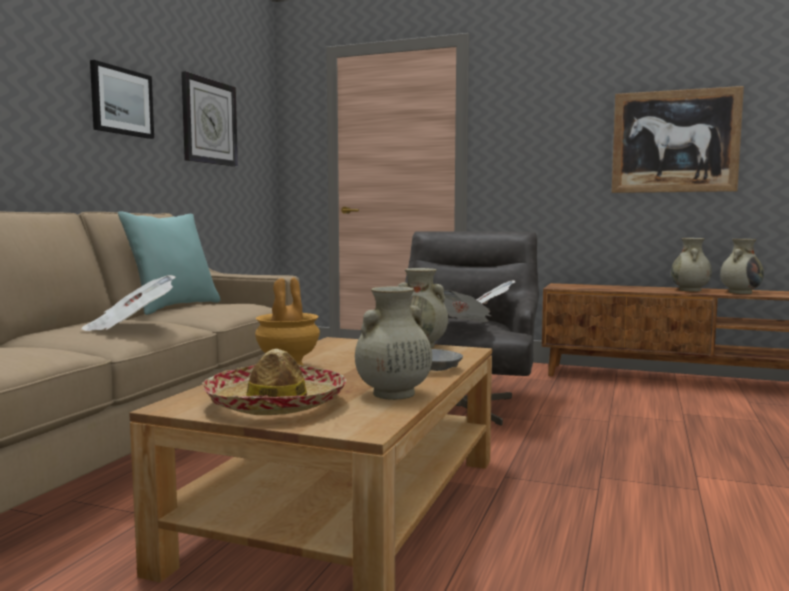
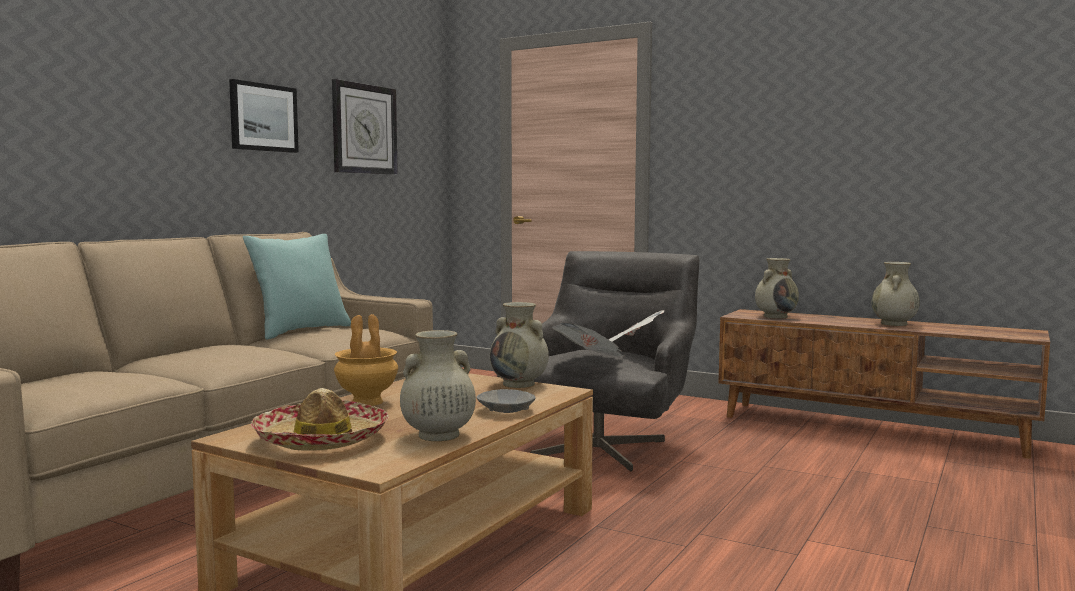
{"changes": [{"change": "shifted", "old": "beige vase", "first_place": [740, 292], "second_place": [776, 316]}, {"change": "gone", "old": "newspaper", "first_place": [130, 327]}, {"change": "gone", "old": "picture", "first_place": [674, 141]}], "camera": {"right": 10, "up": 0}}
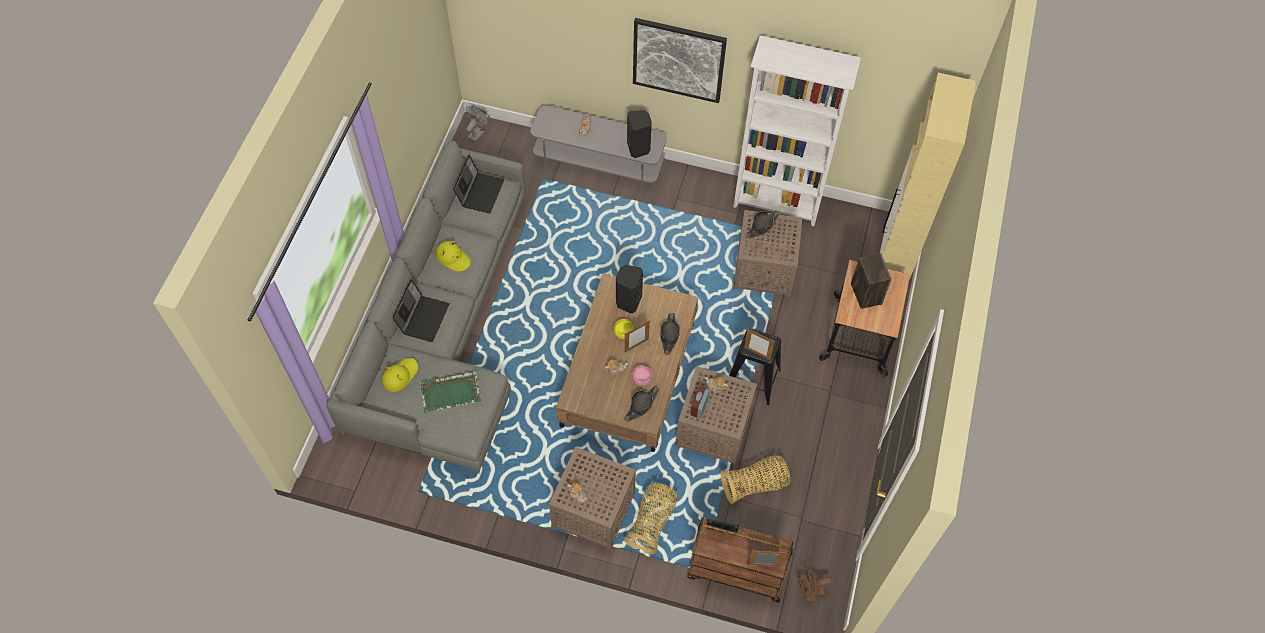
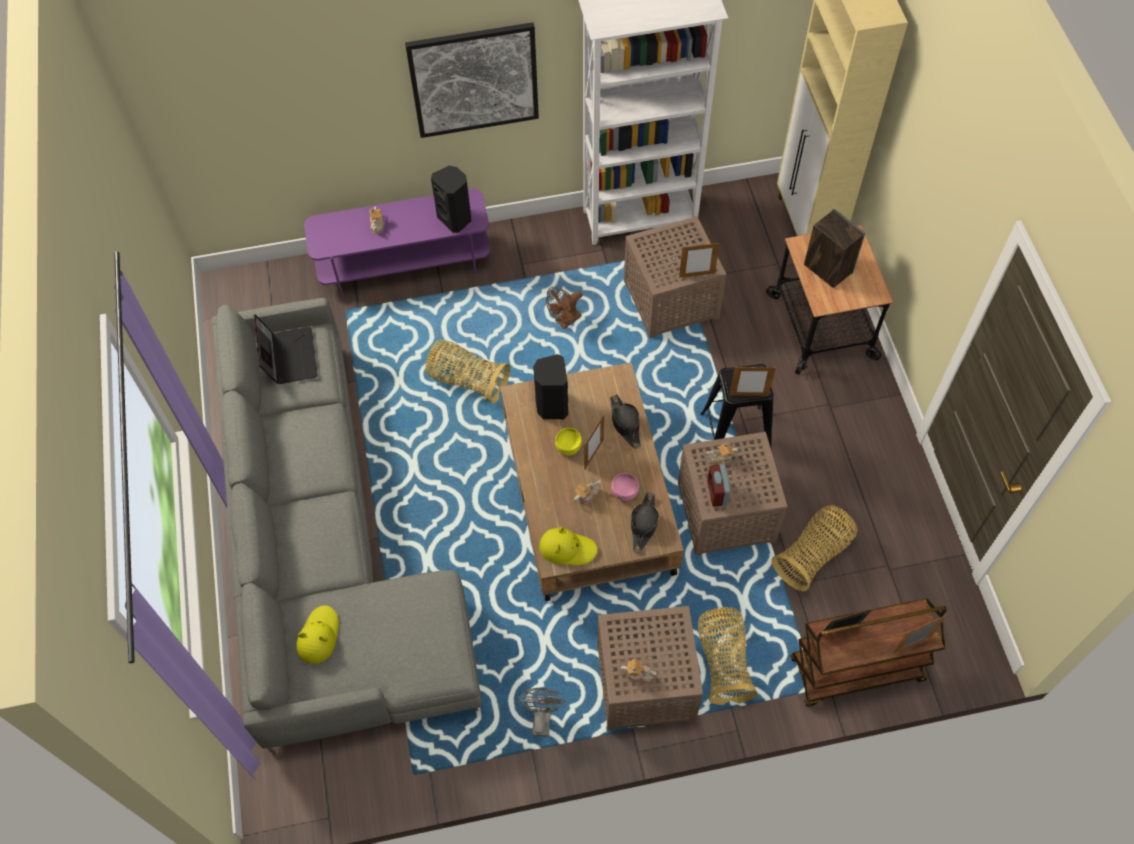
{"changes": [{"change": "repainted", "old": "grey tv stand", "new": "purple tv stand", "first_place": [599, 164], "second_place": [405, 263]}, {"change": "new", "new": "basket", "second_place": [467, 380]}, {"change": "shifted", "old": "grey fan", "first_place": [478, 132], "second_place": [541, 717]}, {"change": "shifted", "old": "yellow hat", "first_place": [453, 258], "second_place": [567, 548]}, {"change": "shifted", "old": "brown fan", "first_place": [809, 592], "second_place": [565, 321]}, {"change": "new", "new": "picture frame", "second_place": [697, 275]}, {"change": "gone", "old": "laptop", "first_place": [423, 317]}, {"change": "gone", "old": "green tray", "first_place": [451, 392]}, {"change": "gone", "old": "black hat", "first_place": [762, 226]}], "camera": {"right": -25, "up": 0}}
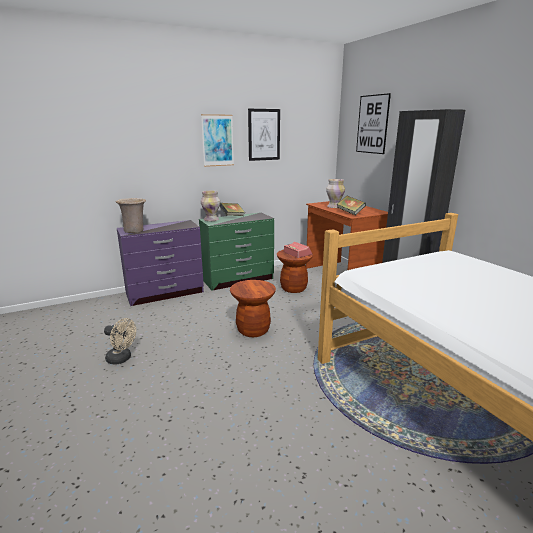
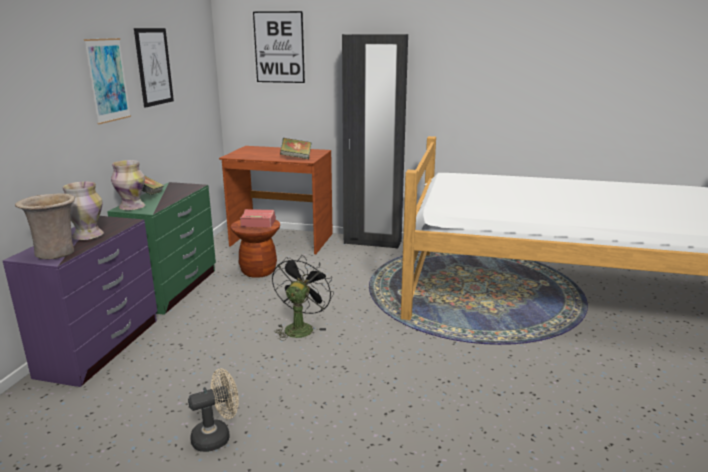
{"changes": [{"change": "shifted", "old": "vase", "first_place": [334, 207], "second_place": [87, 236]}, {"change": "swapped", "old": "brown stool", "new": "black fan", "first_place": [253, 330], "second_place": [300, 327]}], "camera": {"right": -50, "up": 0}}
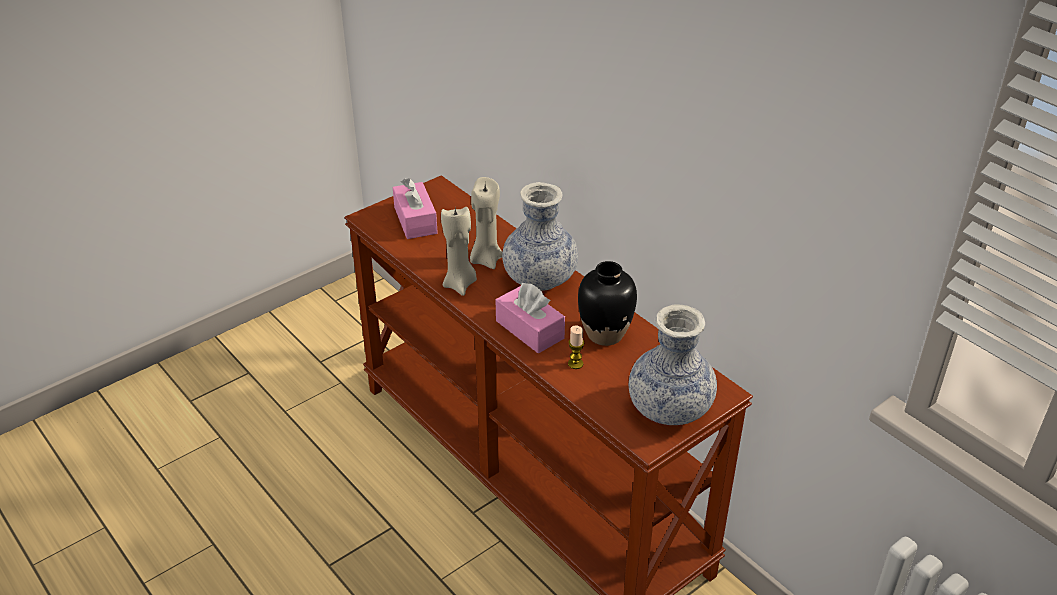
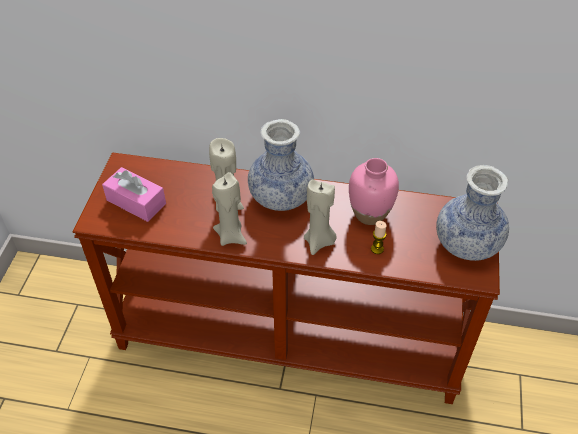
{"changes": [{"change": "swapped", "old": "pink tissue box", "new": "beige candle", "first_place": [529, 329], "second_place": [319, 242]}, {"change": "repainted", "old": "black vase", "new": "pink vase", "first_place": [605, 334], "second_place": [369, 214]}], "camera": {"right": -40, "up": 10}}
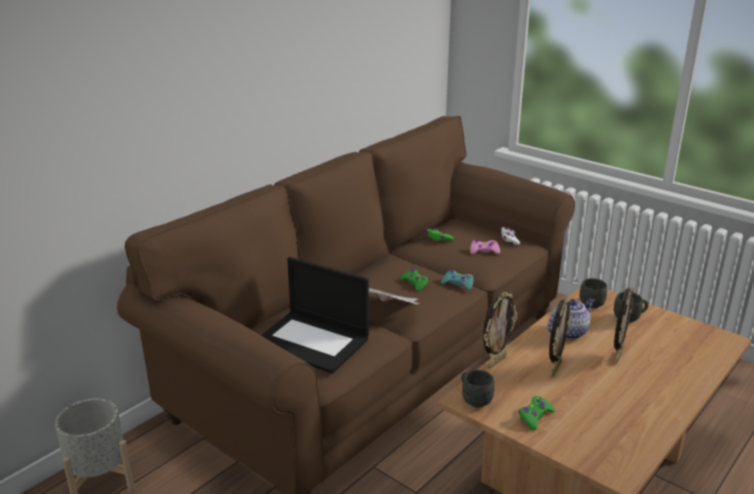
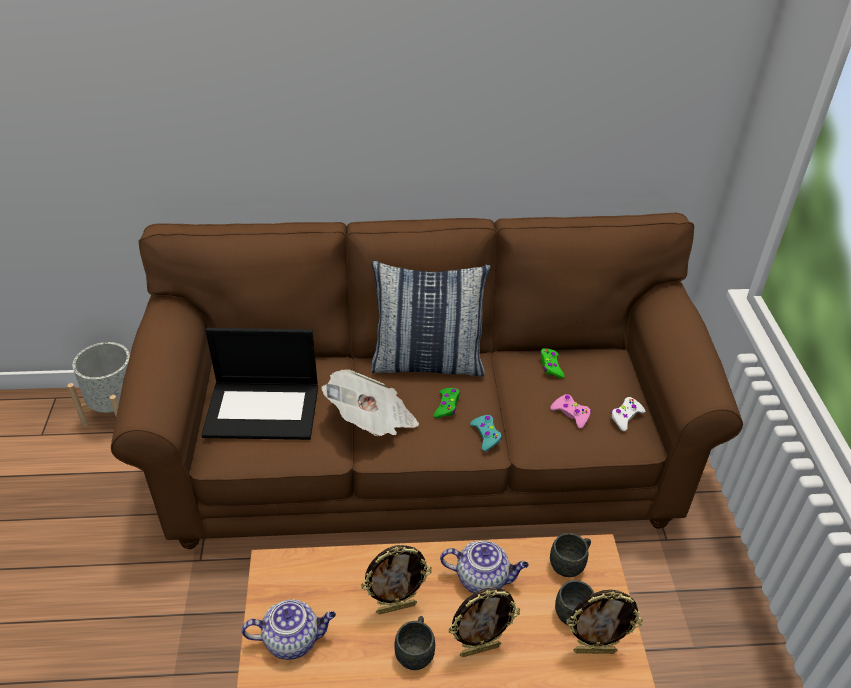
{"changes": [{"change": "rotated", "old": "laptop", "first_place": [313, 341], "second_place": [263, 409], "degrees": -75}, {"change": "swapped", "old": "green game controller", "new": "teapot", "first_place": [535, 416], "second_place": [293, 639]}, {"change": "new", "new": "pillow", "second_place": [428, 363]}, {"change": "shifted", "old": "grey mug", "first_place": [474, 399], "second_place": [416, 651]}, {"change": "shifted", "old": "picture frame", "first_place": [495, 362], "second_place": [594, 650]}], "camera": {"right": 45, "up": 15}}
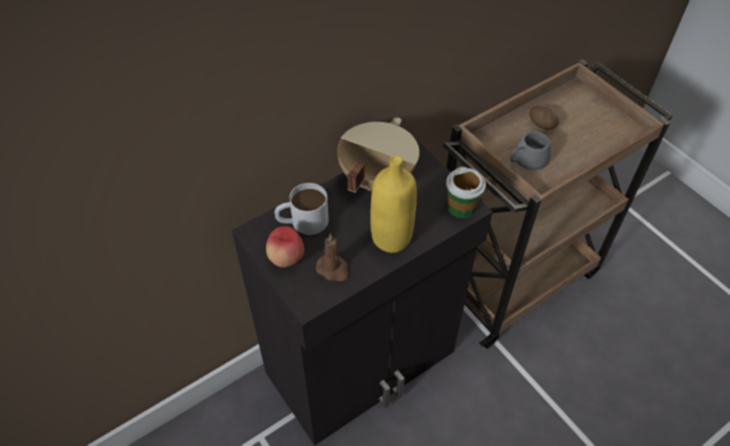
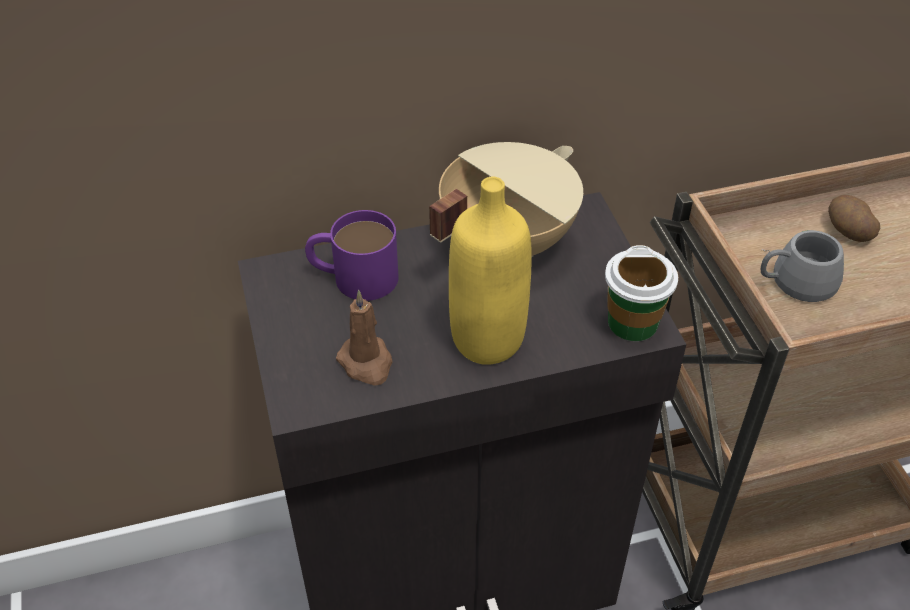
{"changes": [{"change": "repainted", "old": "white mug", "new": "purple mug", "first_place": [302, 221], "second_place": [353, 276]}, {"change": "gone", "old": "apple", "first_place": [286, 259]}], "camera": {"right": 20, "up": -5}}
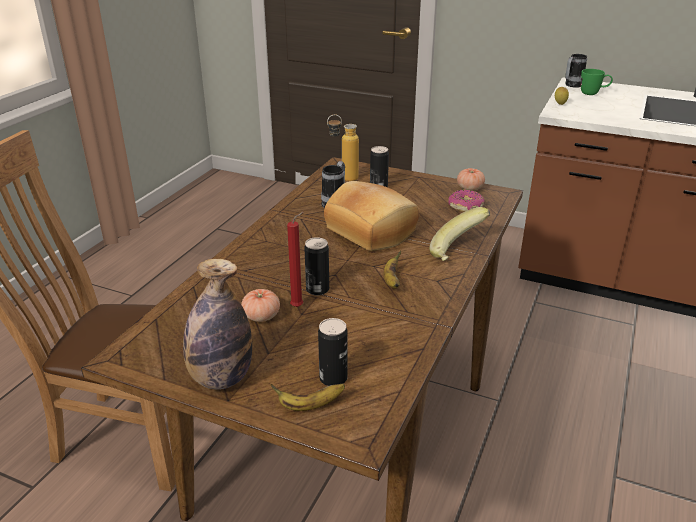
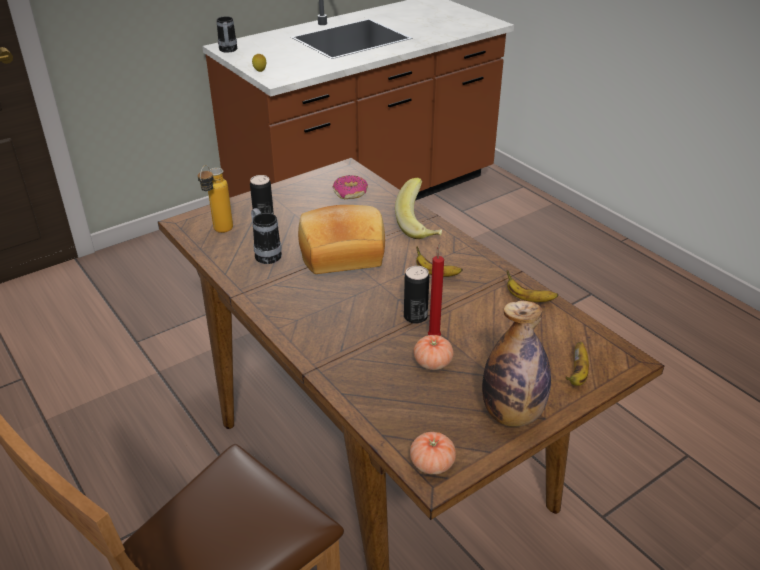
{"changes": [{"change": "shifted", "old": "tomato", "first_place": [470, 188], "second_place": [432, 464]}, {"change": "new", "new": "banana", "second_place": [528, 298]}, {"change": "gone", "old": "can", "first_place": [333, 378]}, {"change": "gone", "old": "green mug", "first_place": [593, 94]}], "camera": {"right": -60, "up": 5}}
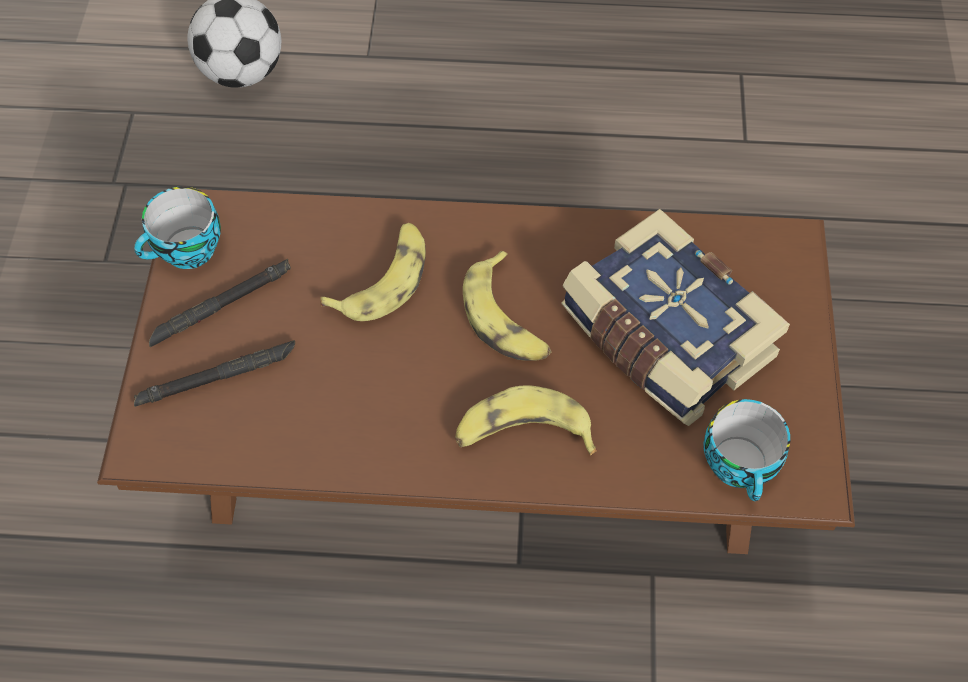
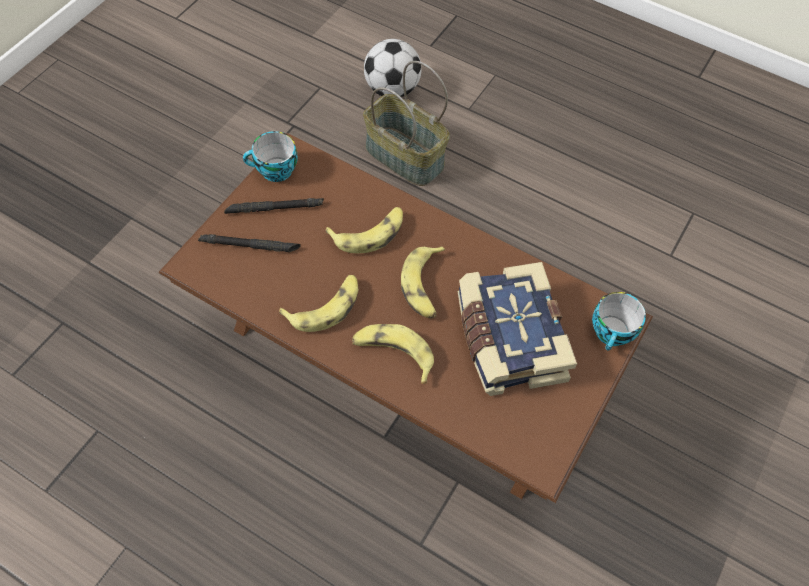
{"changes": [{"change": "new", "new": "banana", "second_place": [325, 307]}, {"change": "new", "new": "basket", "second_place": [403, 157]}, {"change": "shifted", "old": "cup", "first_place": [741, 466], "second_place": [612, 334]}], "camera": {"right": 25, "up": 0}}
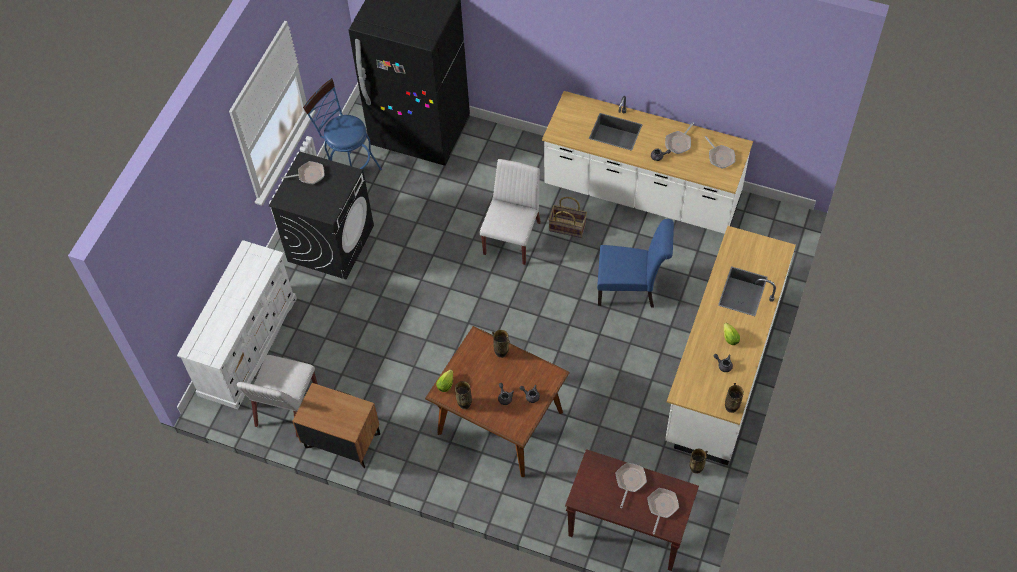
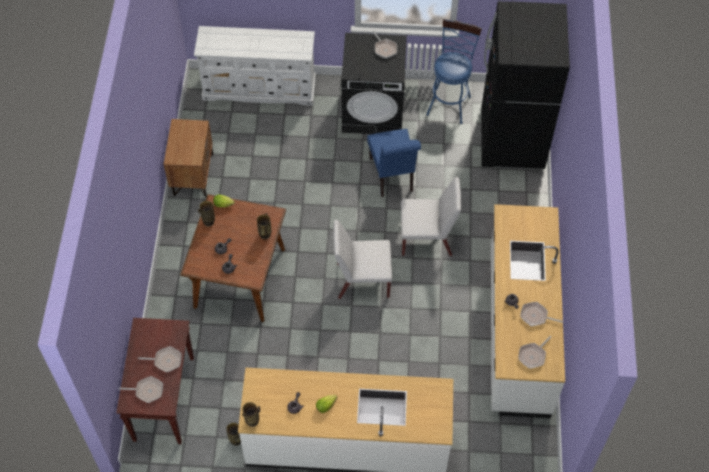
{"changes": [{"change": "shifted", "old": "white chair", "first_place": [286, 408], "second_place": [362, 280]}, {"change": "shifted", "old": "blue chair", "first_place": [631, 290], "second_place": [392, 177]}, {"change": "gone", "old": "basket", "first_place": [567, 227]}], "camera": {"right": 70, "up": 0}}
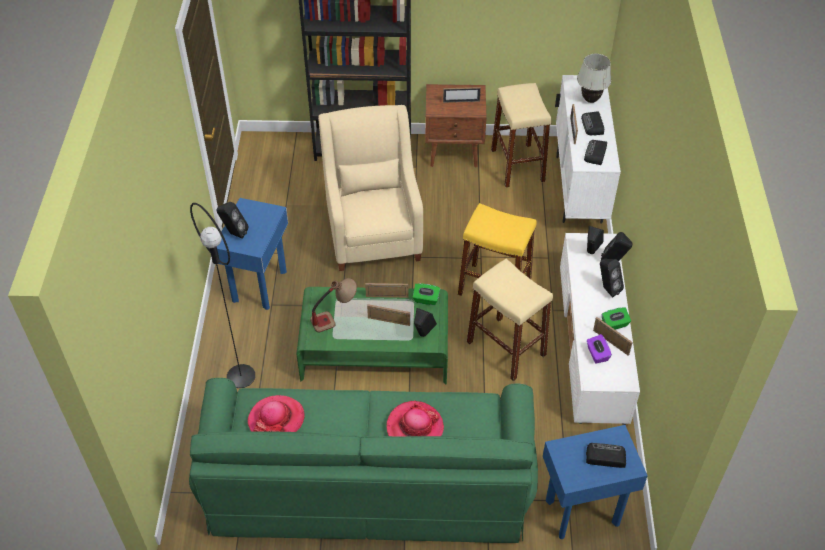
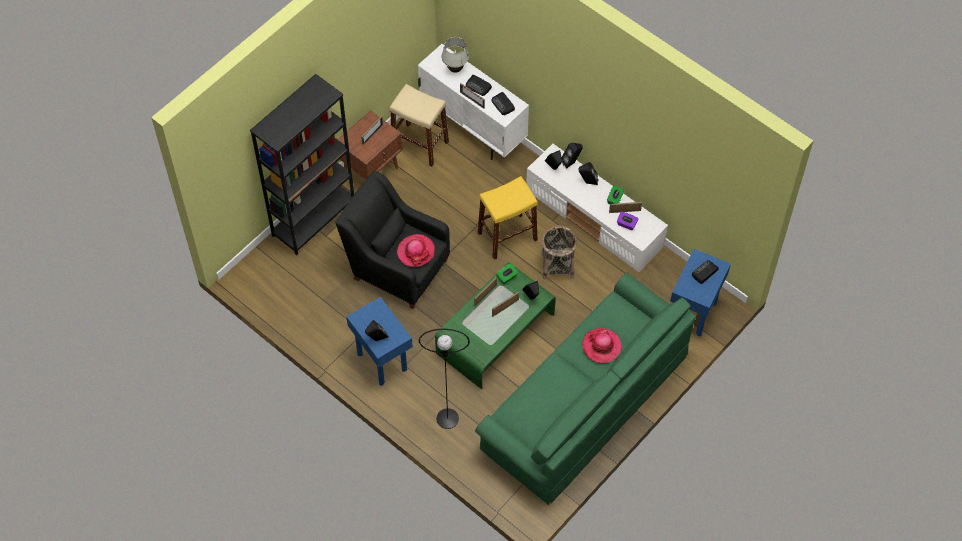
{"changes": [{"change": "repainted", "old": "beige armchair", "new": "black armchair", "first_place": [373, 231], "second_place": [397, 266]}, {"change": "shifted", "old": "hat", "first_place": [276, 419], "second_place": [416, 251]}, {"change": "swapped", "old": "beige stool", "new": "basket", "first_place": [506, 348], "second_place": [557, 265]}, {"change": "gone", "old": "table lamp", "first_place": [334, 318]}], "camera": {"right": -50, "up": 10}}
